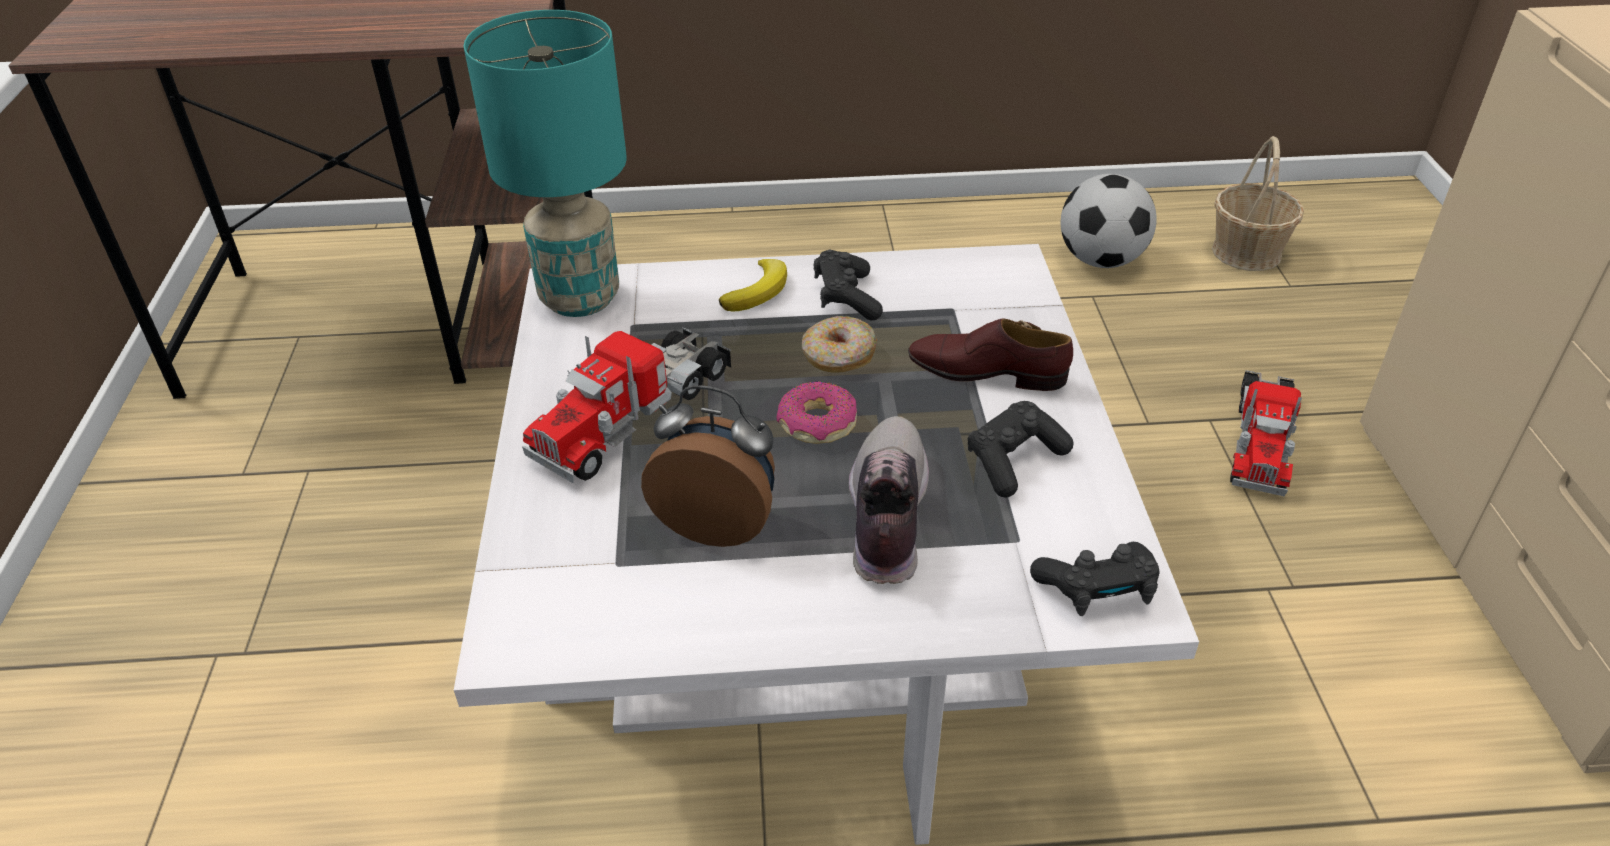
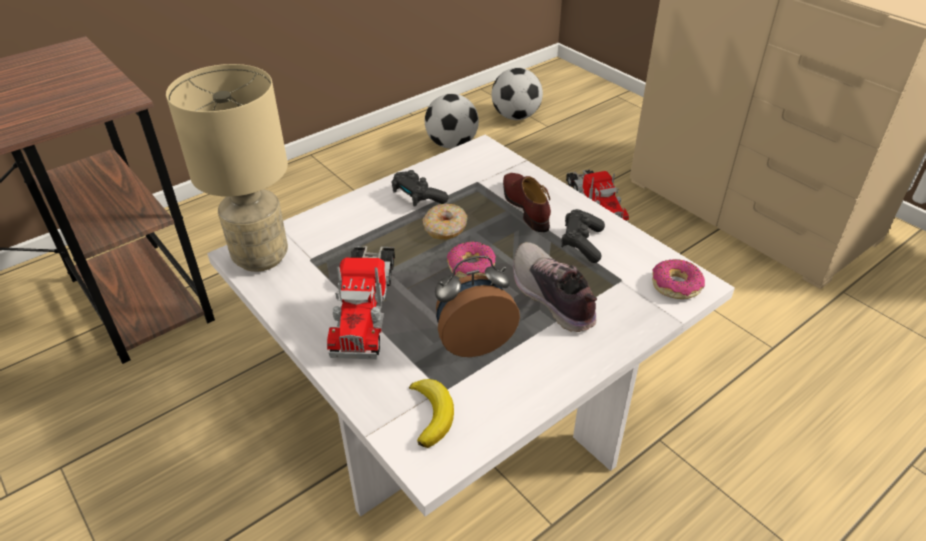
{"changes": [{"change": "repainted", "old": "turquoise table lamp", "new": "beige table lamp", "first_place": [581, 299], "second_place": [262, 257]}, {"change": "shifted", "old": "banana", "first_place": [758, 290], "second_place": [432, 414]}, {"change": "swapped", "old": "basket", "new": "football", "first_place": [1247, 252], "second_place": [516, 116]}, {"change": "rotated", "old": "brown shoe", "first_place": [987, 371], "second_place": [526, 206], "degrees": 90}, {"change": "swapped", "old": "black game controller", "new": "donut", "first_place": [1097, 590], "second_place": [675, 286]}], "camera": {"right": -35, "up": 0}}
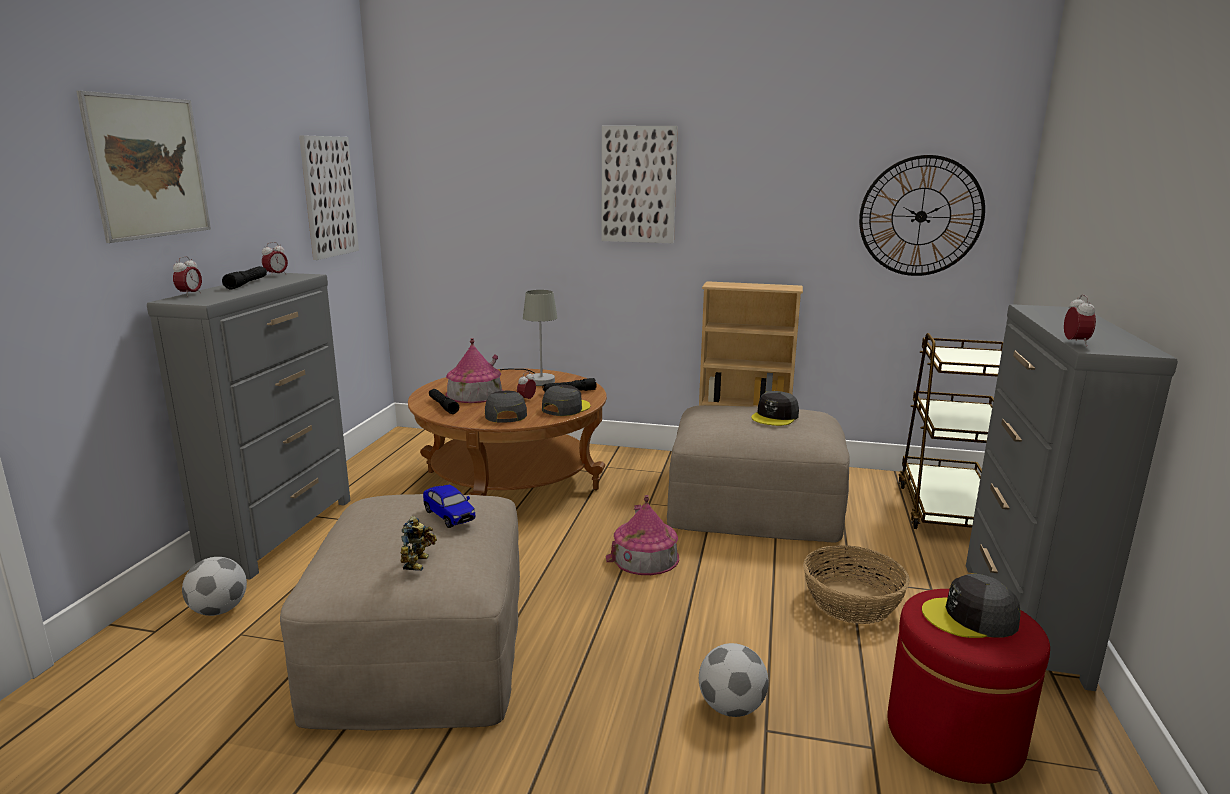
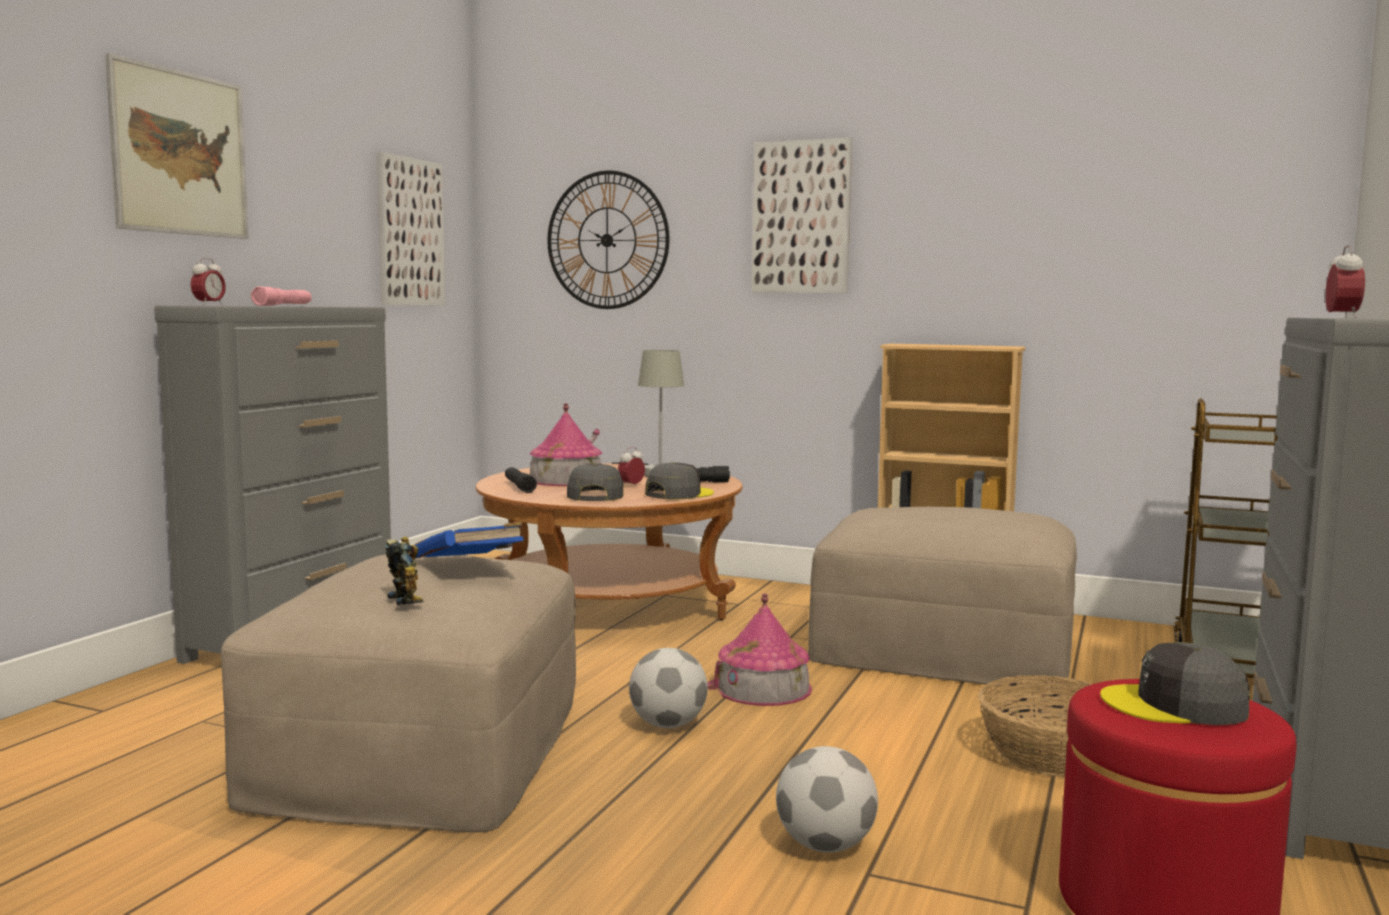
{"changes": [{"change": "repainted", "old": "black flashlight", "new": "pink flashlight", "first_place": [247, 283], "second_place": [283, 305]}, {"change": "rotated", "old": "toy robot", "first_place": [419, 562], "second_place": [408, 599], "degrees": -45}, {"change": "swapped", "old": "toy car", "new": "blue book", "first_place": [449, 516], "second_place": [470, 567]}, {"change": "shifted", "old": "wall clock", "first_place": [920, 216], "second_place": [607, 240]}, {"change": "shifted", "old": "football", "first_place": [219, 610], "second_place": [668, 725]}, {"change": "gone", "old": "alarm clock", "first_place": [276, 275]}, {"change": "gone", "old": "grey cap", "first_place": [775, 417]}], "camera": {"right": 10, "up": -10}}
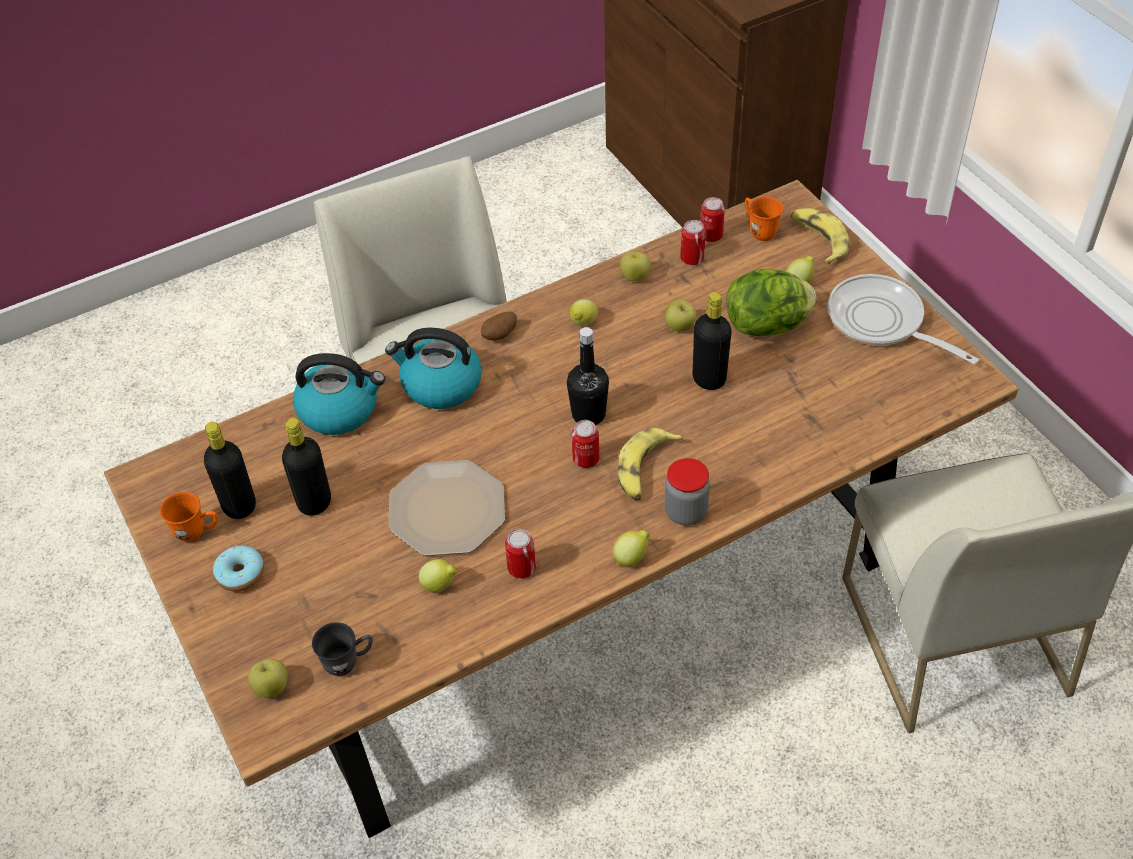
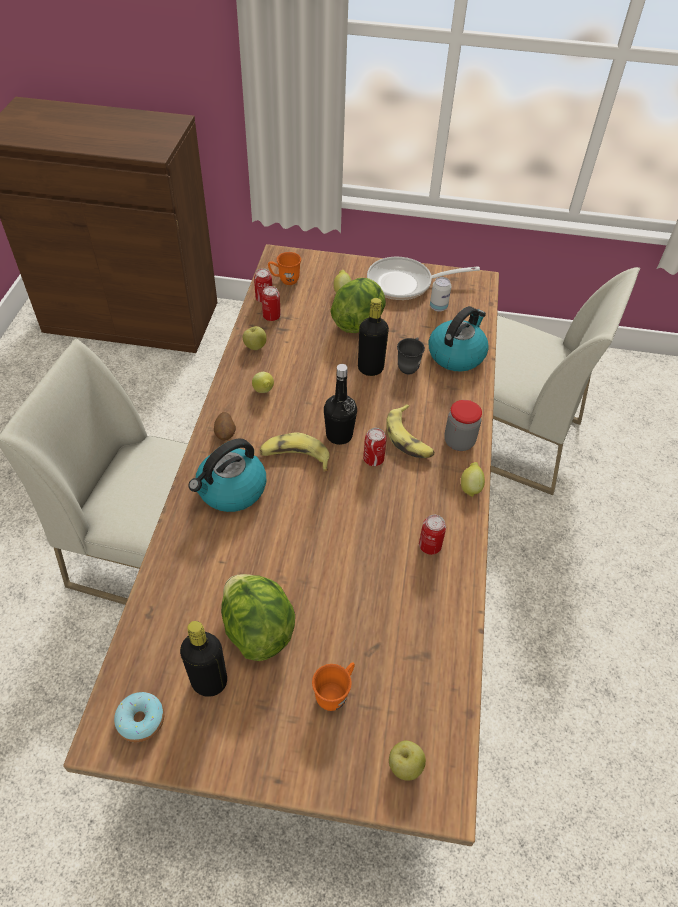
{"changes": [{"change": "shifted", "old": "donut", "first_place": [240, 574], "second_place": [141, 720]}, {"change": "swapped", "old": "black bottle", "new": "lettuce", "first_place": [314, 502], "second_place": [257, 629]}, {"change": "shifted", "old": "banana", "first_place": [818, 240], "second_place": [295, 457]}, {"change": "shifted", "old": "orange mug", "first_place": [197, 532], "second_place": [335, 693]}, {"change": "shifted", "old": "grey mug", "first_place": [348, 662], "second_place": [409, 365]}, {"change": "shifted", "old": "kettle", "first_place": [340, 409], "second_place": [456, 354]}, {"change": "new", "new": "can", "second_place": [438, 307]}, {"change": "gone", "old": "plate", "first_place": [448, 509]}, {"change": "gone", "old": "lemon", "first_place": [440, 585]}, {"change": "gone", "old": "apple", "first_place": [679, 326]}], "camera": {"right": -55, "up": 0}}
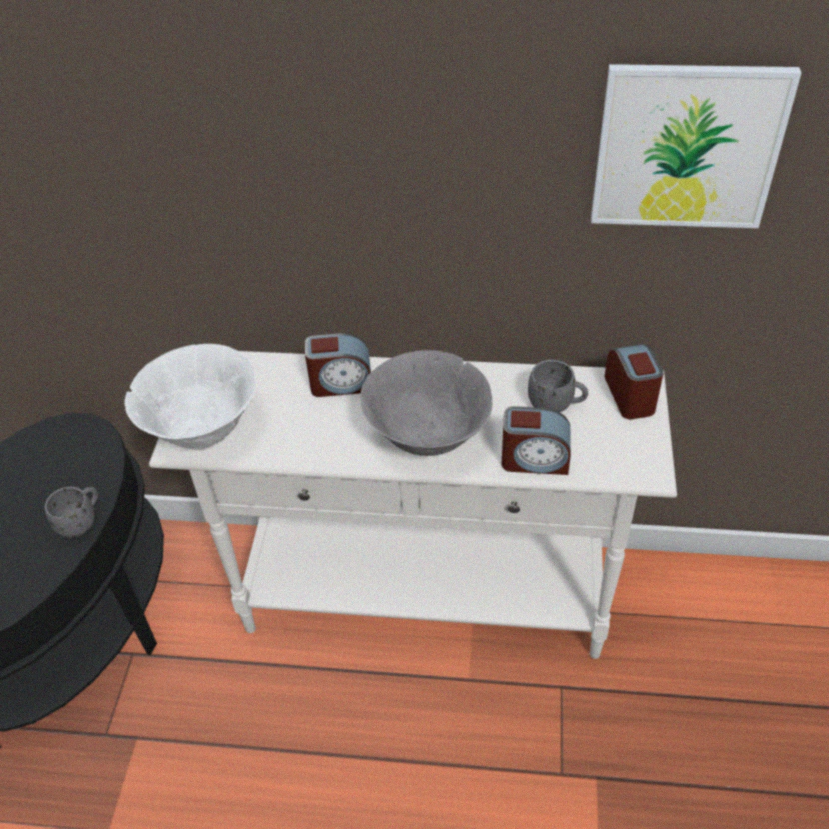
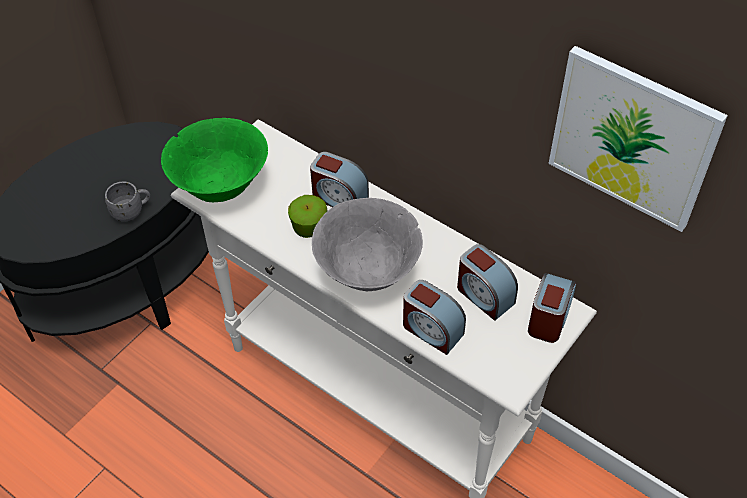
{"changes": [{"change": "repainted", "old": "white bowl", "new": "green bowl", "first_place": [203, 430], "second_place": [220, 187]}, {"change": "new", "new": "apple", "second_place": [309, 227]}, {"change": "swapped", "old": "grey mug", "new": "alarm clock", "first_place": [556, 404], "second_place": [484, 295]}], "camera": {"right": 30, "up": 5}}
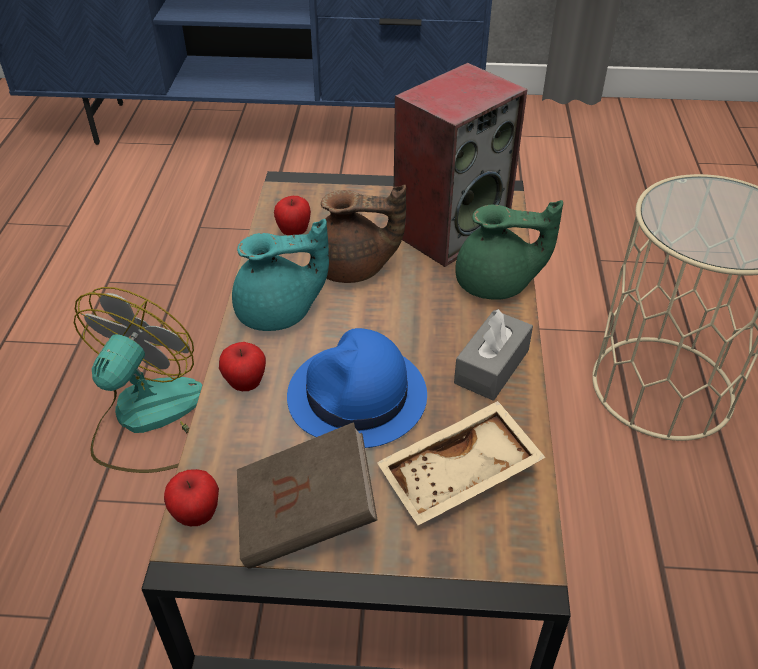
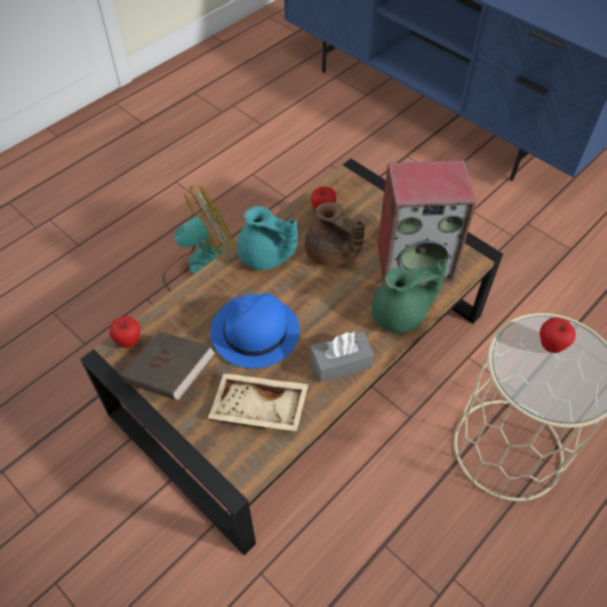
{"changes": [{"change": "rotated", "old": "green teapot", "first_place": [496, 284], "second_place": [401, 315], "degrees": -60}, {"change": "shifted", "old": "apple", "first_place": [246, 384], "second_place": [551, 345]}], "camera": {"right": 40, "up": 10}}
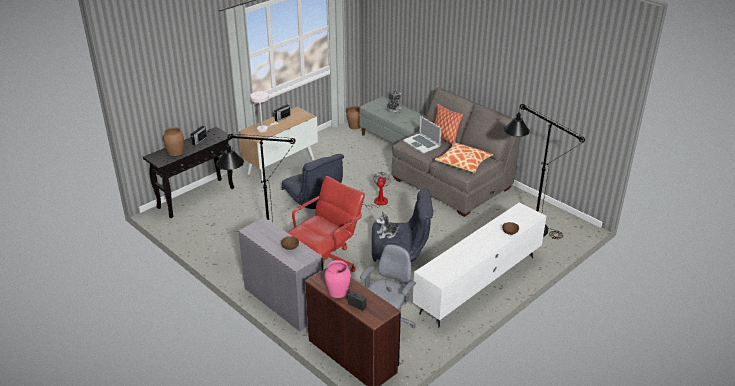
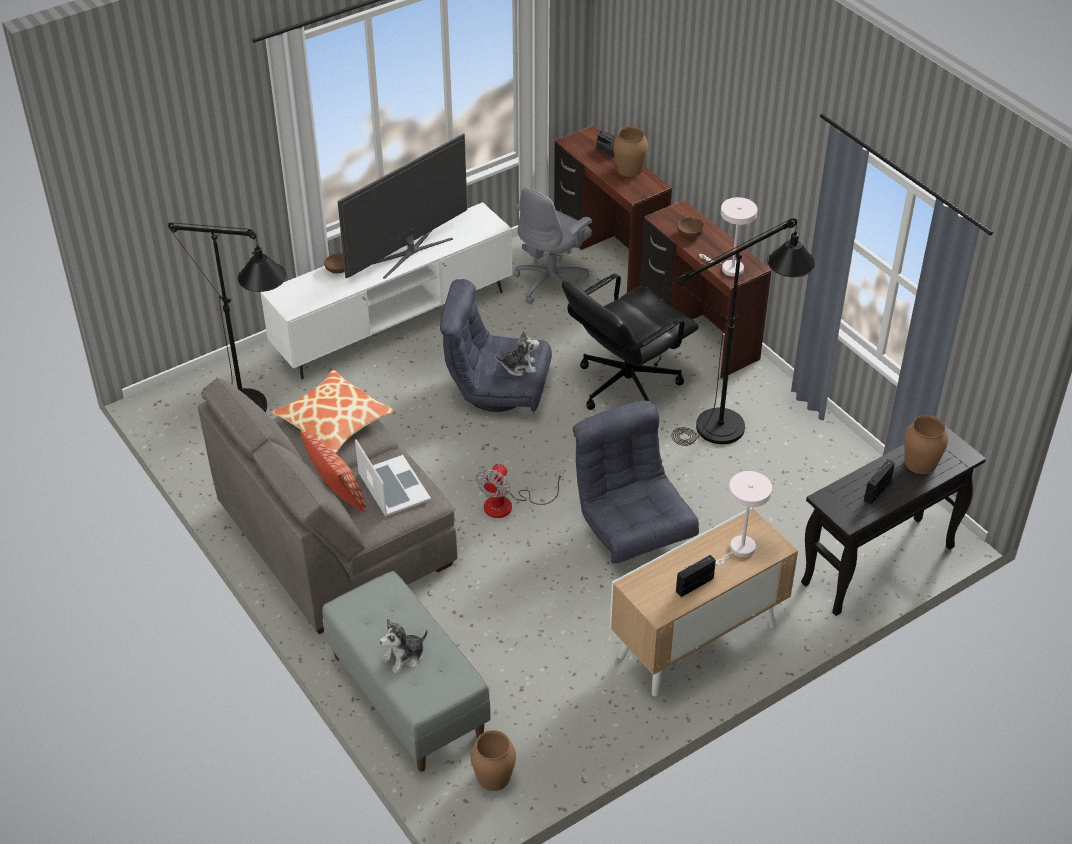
{"changes": [{"change": "new", "new": "television", "second_place": [409, 251]}, {"change": "repainted", "old": "red office chair", "new": "black office chair", "first_place": [326, 264], "second_place": [626, 385]}, {"change": "repainted", "old": "pink vase", "new": "brown vase", "first_place": [338, 291], "second_place": [629, 169]}, {"change": "repainted", "old": "grey desk", "new": "brown desk", "first_place": [284, 301], "second_place": [697, 333]}, {"change": "new", "new": "white table lamp", "second_place": [728, 268]}], "camera": {"right": -170, "up": 10}}
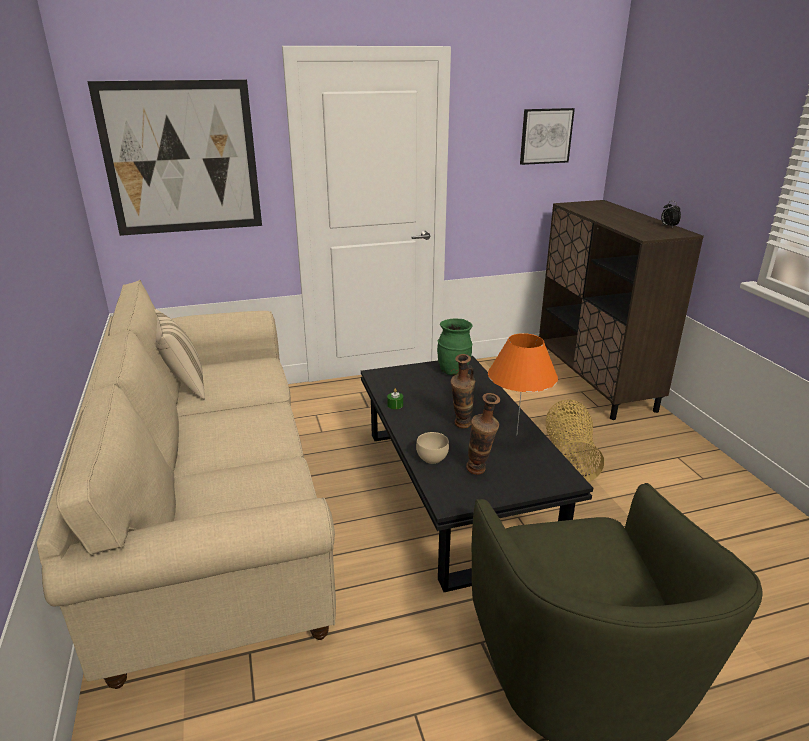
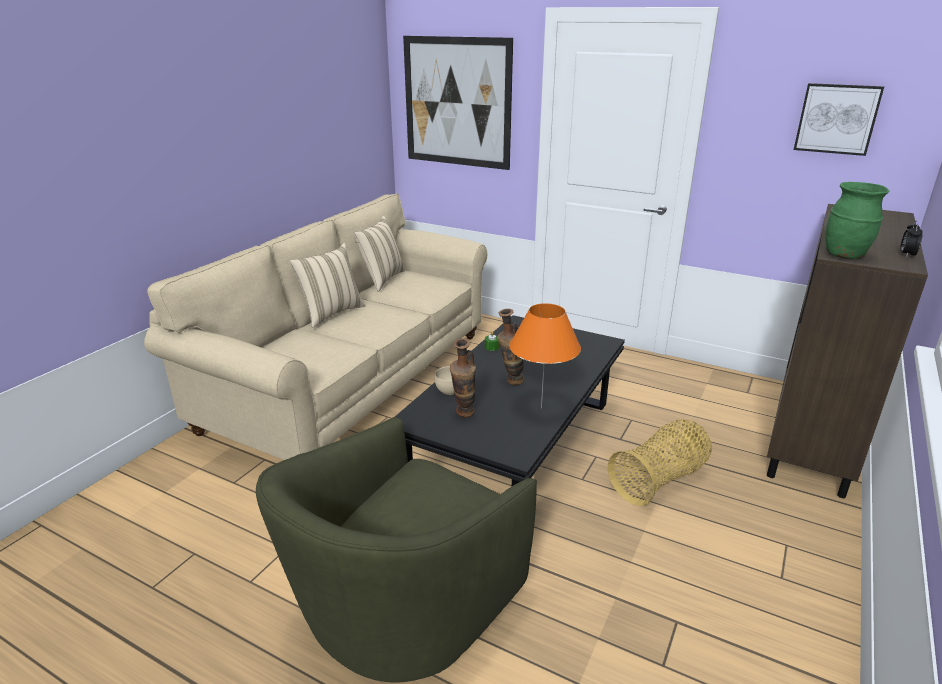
{"changes": [{"change": "new", "new": "beige pillow", "second_place": [331, 313]}, {"change": "shifted", "old": "green vase", "first_place": [454, 371], "second_place": [845, 255]}], "camera": {"right": 45, "up": 0}}
